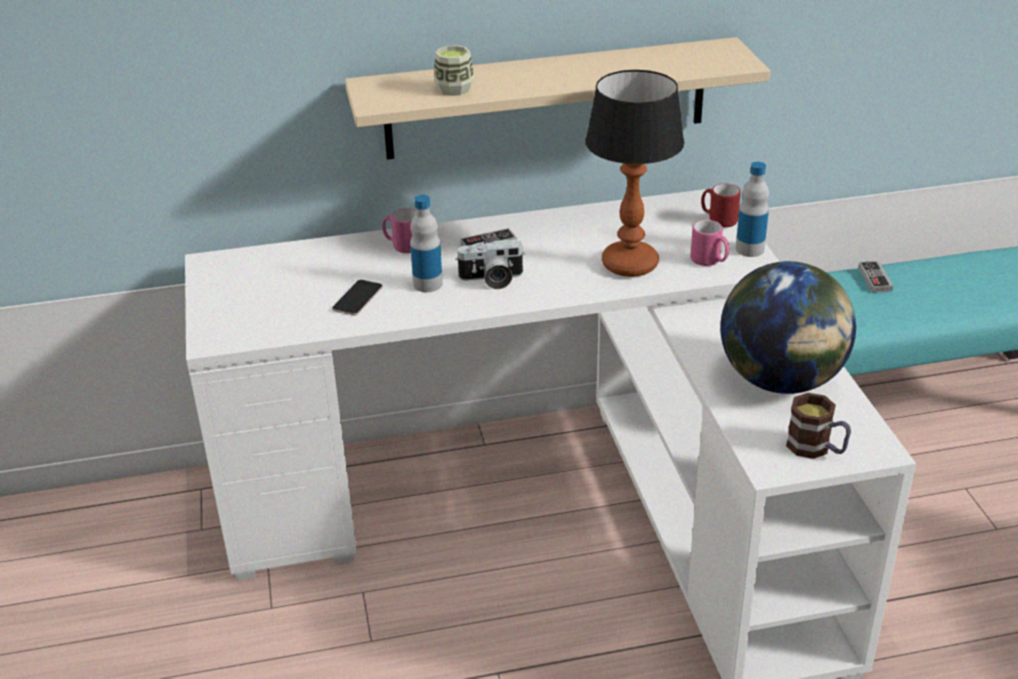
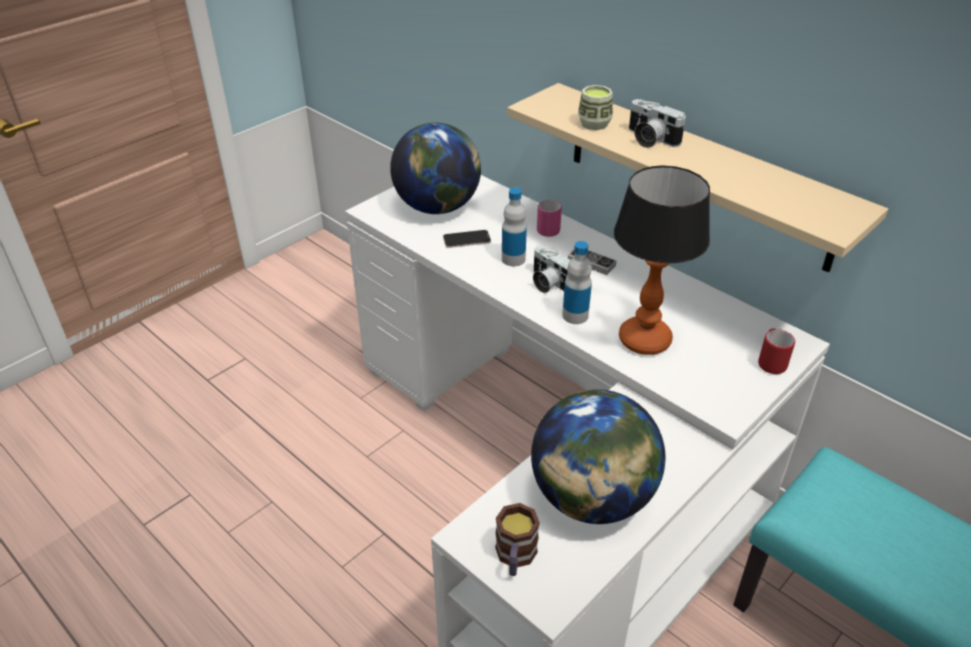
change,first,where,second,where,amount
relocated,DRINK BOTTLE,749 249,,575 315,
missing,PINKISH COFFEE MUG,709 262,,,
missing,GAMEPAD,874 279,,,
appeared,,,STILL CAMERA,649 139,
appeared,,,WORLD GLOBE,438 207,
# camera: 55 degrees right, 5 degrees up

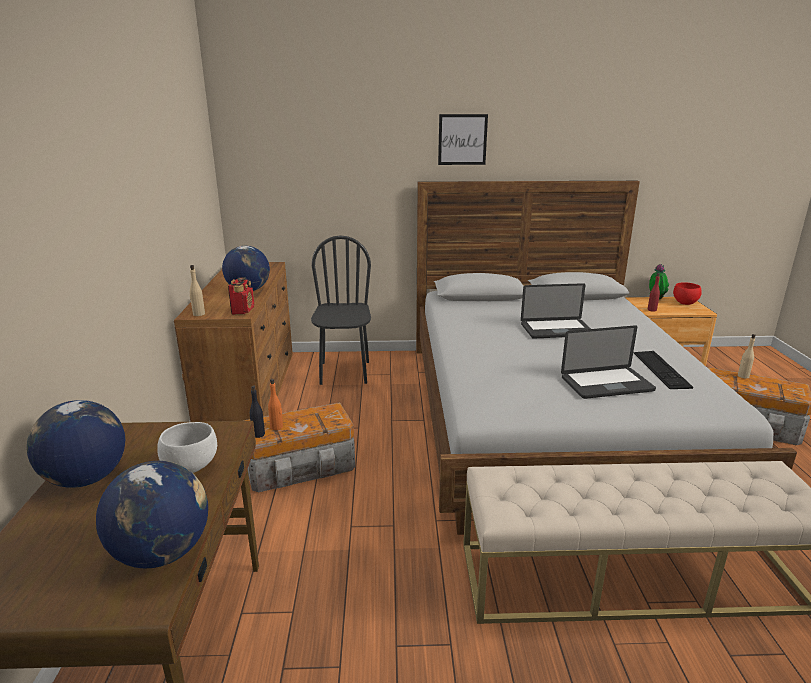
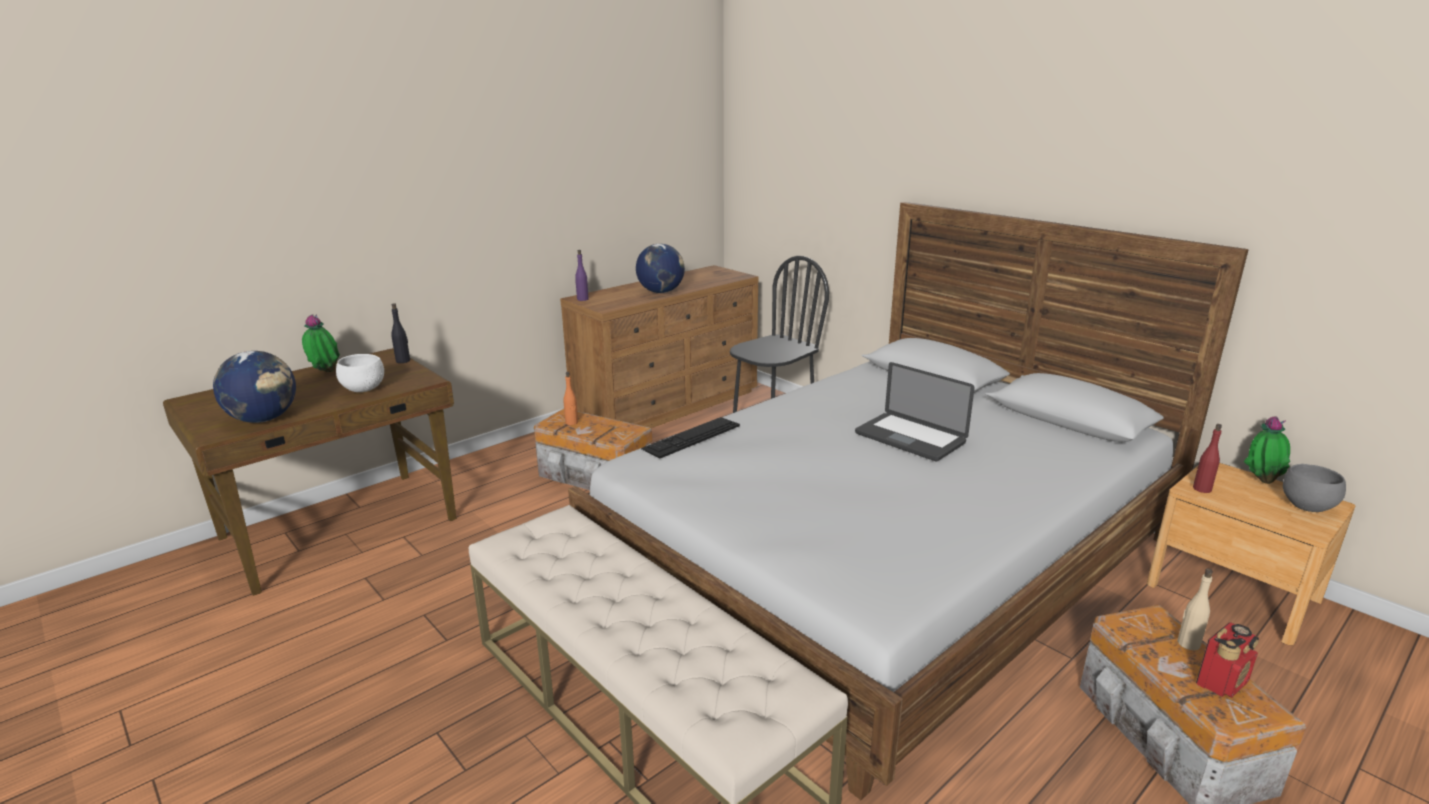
change,first,where,second,where,amount
missing,PICTURE,462 139,,,
colour,SAND-COLOURED DRINK BOTTLE,198 314,PURPLISH DRINK BOTTLE,582 299,
relocated,RADIO SET,243 310,,1222 682,
colour,RED BOWL,684 303,GREY BOWL,1305 506,
missing,NOTEBOOK COMPUTER,606 384,,,
relocated,PC KEYBOARD,661 369,,691 437,
relocated,BLACK DRINK BOTTLE,258 434,,403 361,
exchanged,WORLD GLOBE,86 479,PLANT IN A POT,325 372,
# camera: 50 degrees right, 0 degrees up

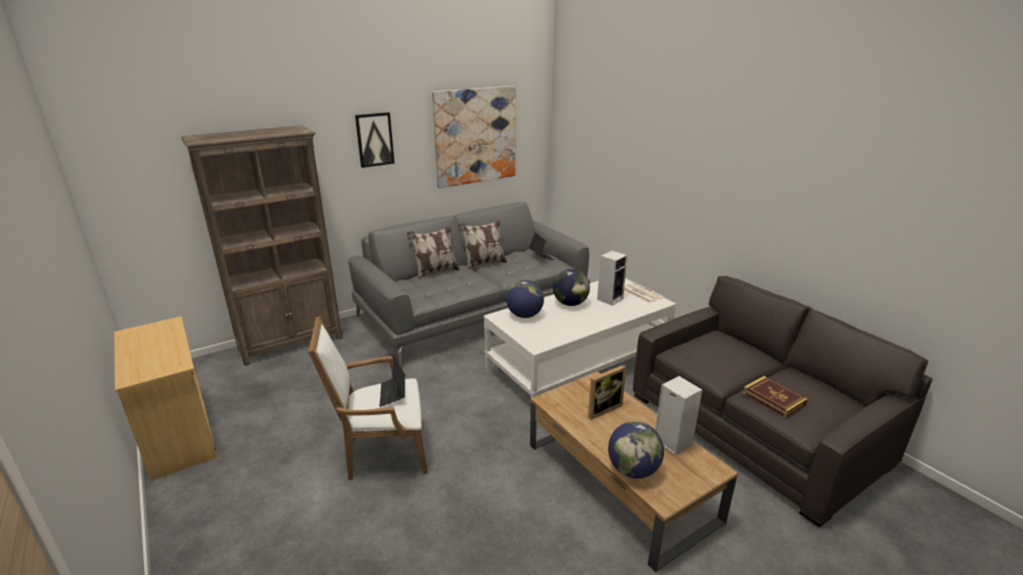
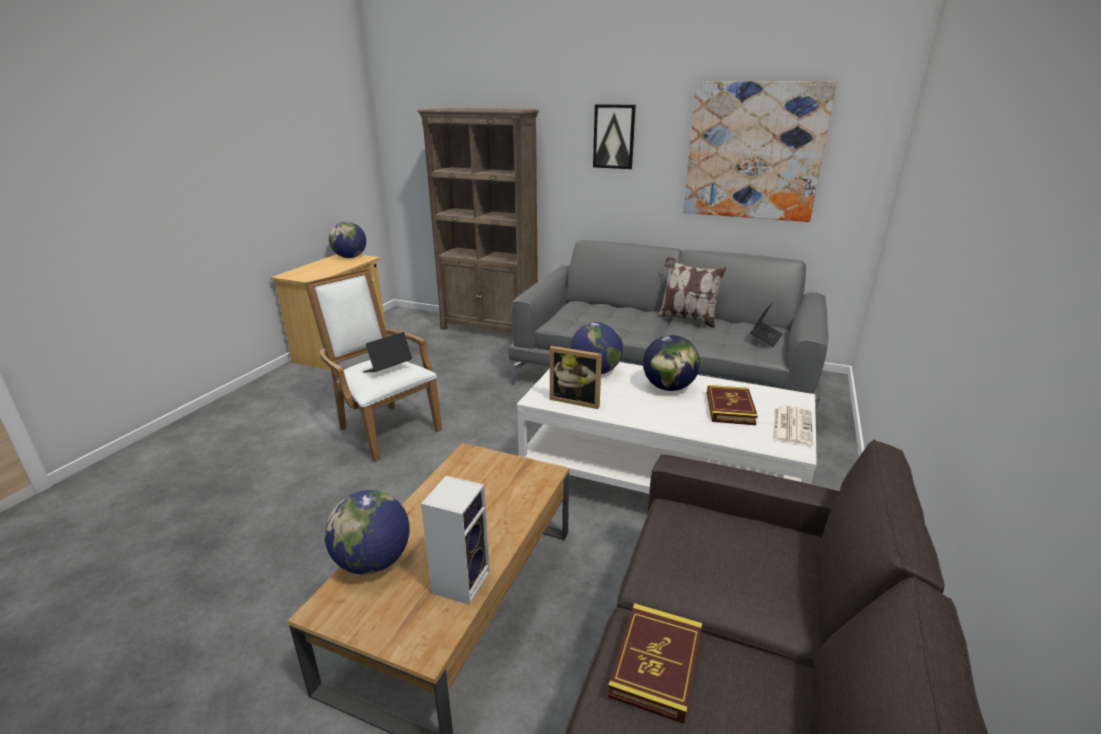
change,first,where,second,where,amount
missing,PILLOW,435 272,,,
exchanged,SPEAKER,610 298,VOLUME,730 408,
relocated,PICTURE FRAME,602 408,,576 400,
appeared,,,WORLD GLOBE,350 257,
# camera: 55 degrees right, 0 degrees up

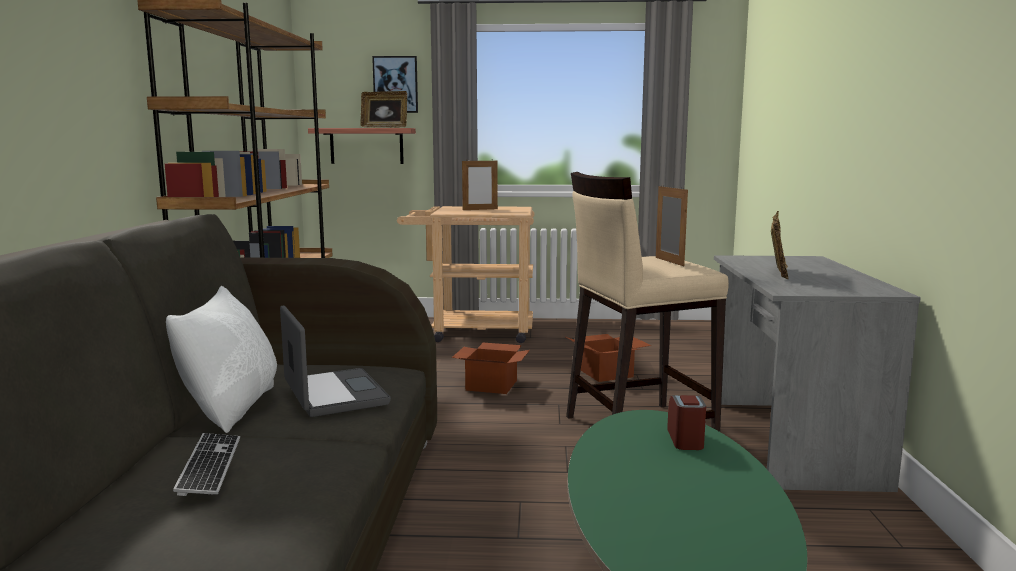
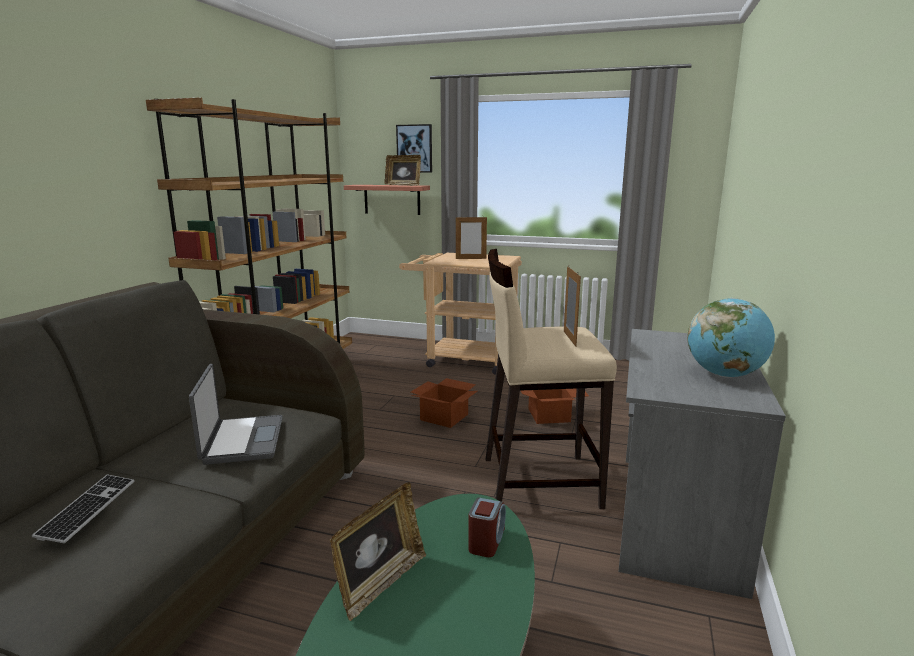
change,first,where,second,where,amount
relocated,PICTURE FRAME,777 274,,380 583,
missing,WHITISH PILLOW,231 409,,,
appeared,,,WORLD GLOBE,725 375,
# camera: 15 degrees right, 5 degrees up

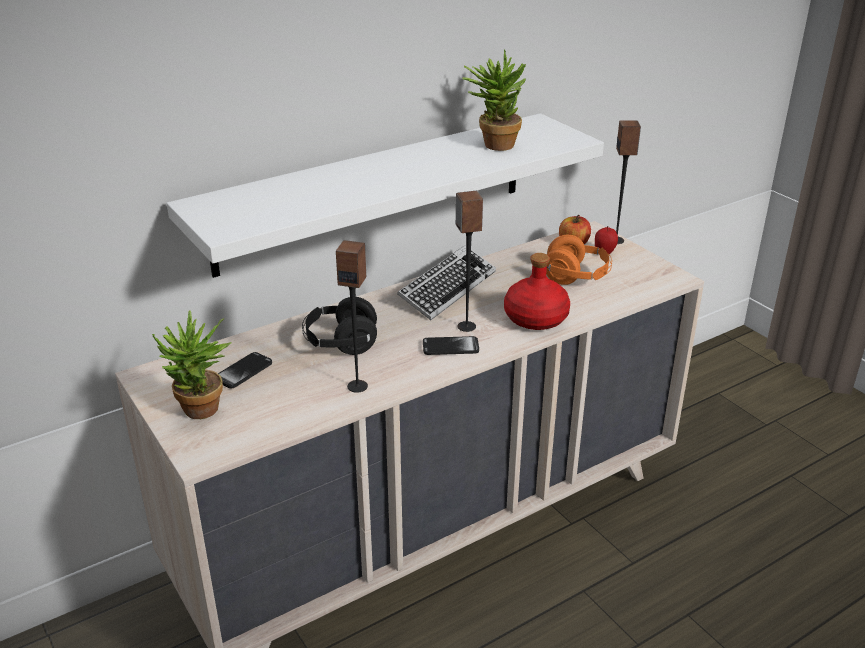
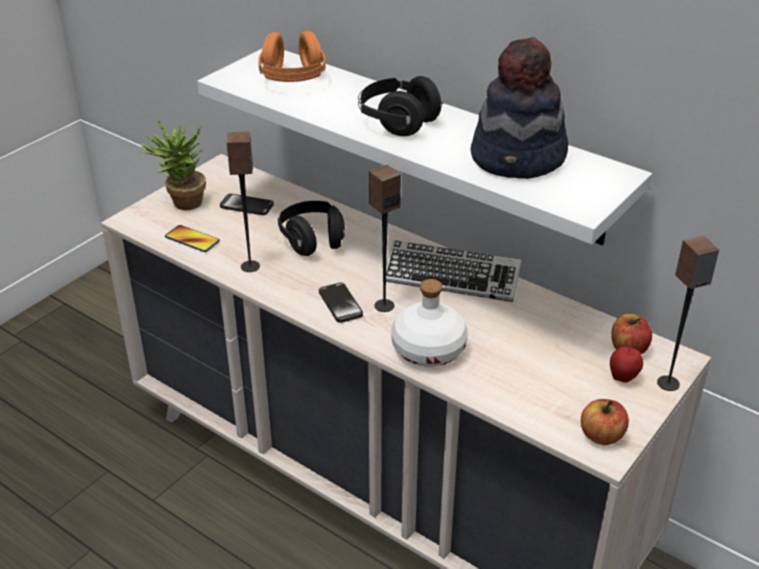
change,first,where,second,where,amount
exchanged,PLANT IN A POT,493 144,WEARABLE HAT,519 158,
relocated,ORANGE-COLOURED PAIR OF HEADPHONES,576 277,,293 80,
colour,RED DRINK BOTTLE,536 318,WHITISH DRINK BOTTLE,429 349,
appeared,,,BLACK PAIR OF HEADPHONES,397 122,
appeared,,,TELEPHONE,192 239,
appeared,,,WHOLE APPLE,601 436,
# camera: 70 degrees right, 5 degrees up

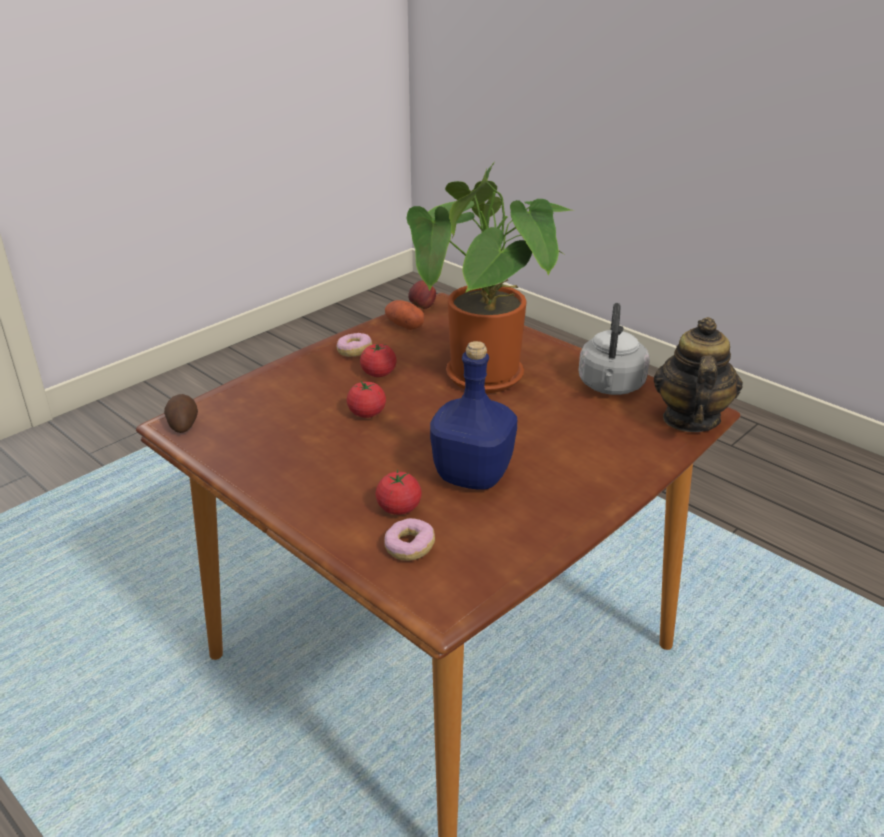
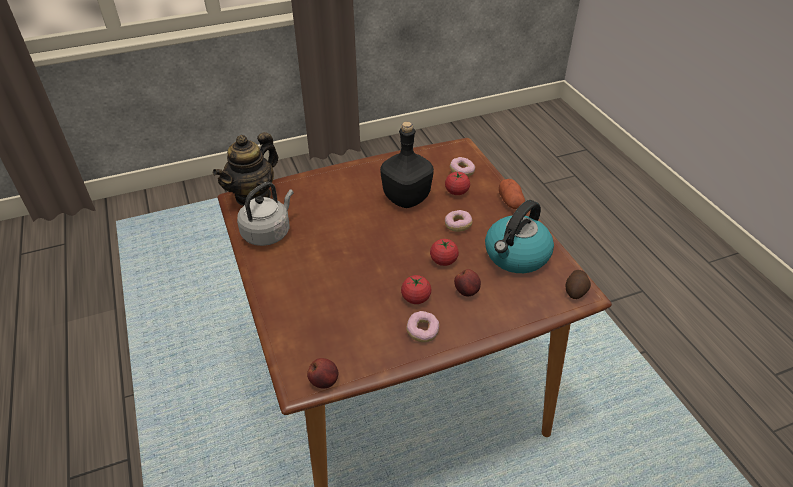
change,first,where,second,where,amount
missing,PLANT IN A POT,489 381,,,
relocated,SPUD,404 325,,510 201,
colour,BLUE-COLOURED DRINK BOTTLE,472 476,BLACK DRINK BOTTLE,407 198,
appeared,,,TEA KETTLE,516 256,
appeared,,,RING DOUGHNUT,458 225,
appeared,,,WHOLE APPLE,467 292,
# camera: 155 degrees left, 10 degrees up

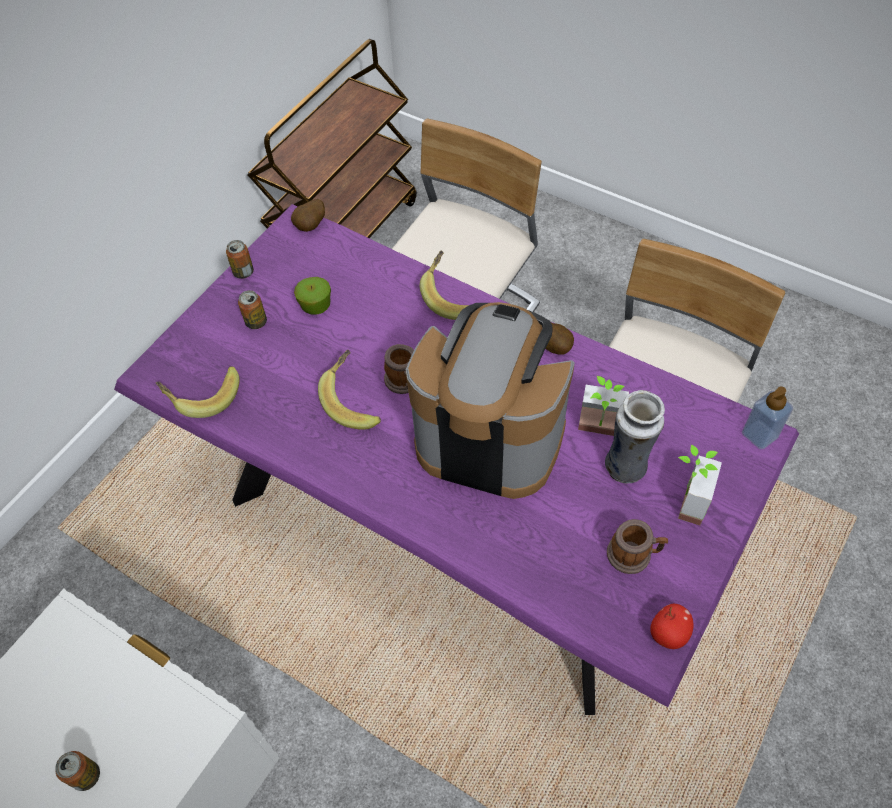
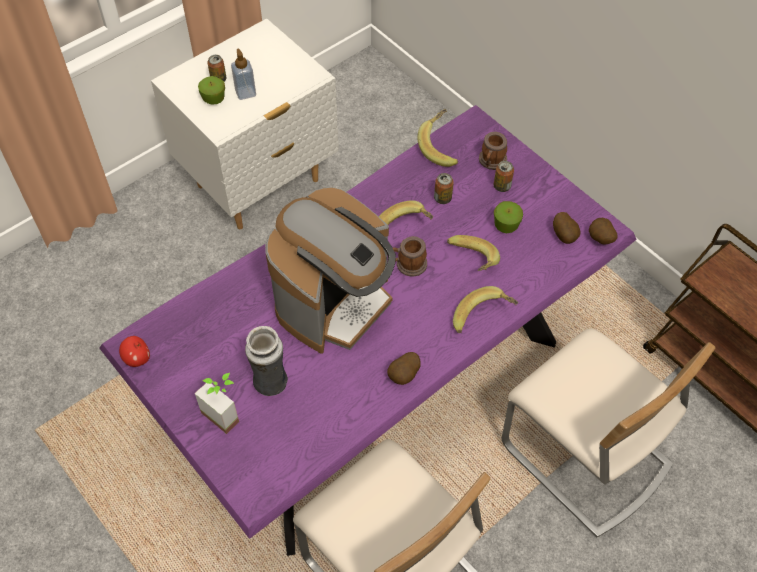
change,first,where,second,where,amount
relocated,CAN,243 272,,442 198,
missing,PLANT IN A POT,599 432,,,
relocated,SOAP BOTTLE,759 435,,245 92,
relocated,COFFEE MUG,633 554,,491 162,
appeared,,,WHOLE APPLE,214 99,
appeared,,,SPUD,565 236,
appeared,,,BANANA FRUIT,470 263,
# camera: 105 degrees right, 0 degrees up

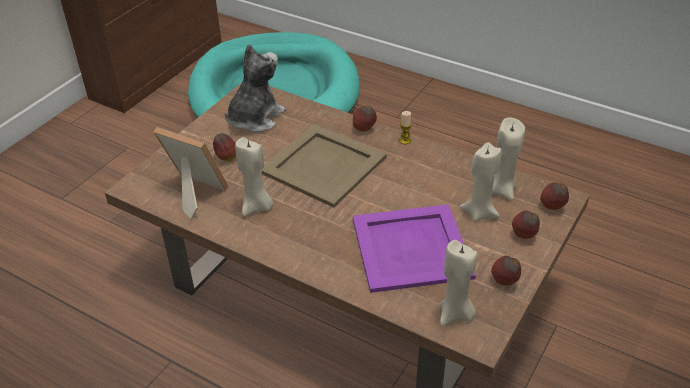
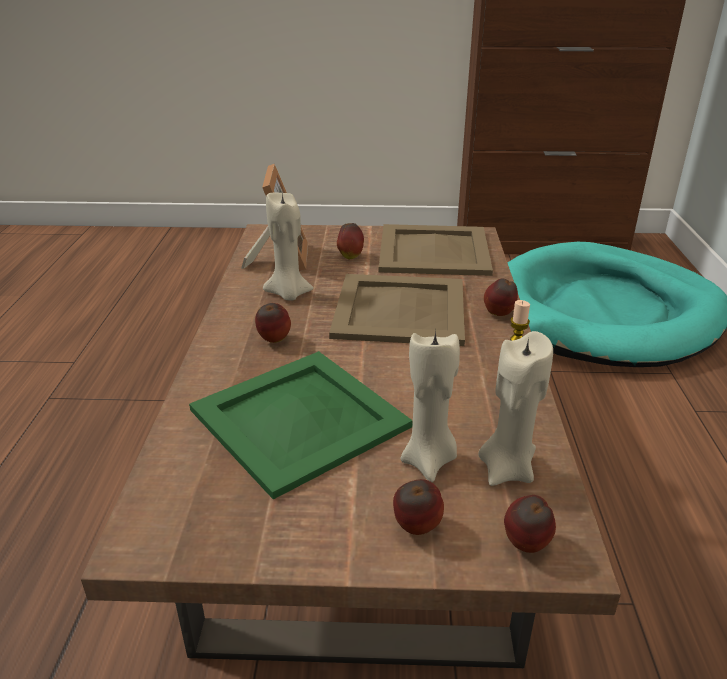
change,first,where,second,where,amount
exchanged,CUDDLY TOY,254 118,SAND-COLOURED TRAY,432 250,
colour,PURPLISH TRAY,412 248,GREEN-COLOURED TRAY,298 420,
missing,SAND-COLOURED WAX LIGHT,455 314,,,
relocated,WHOLE APPLE,504 282,,274 341,
# camera: 60 degrees right, 10 degrees down

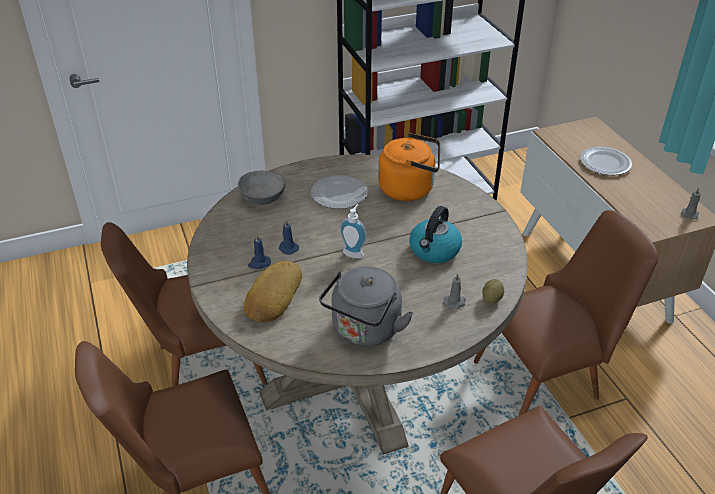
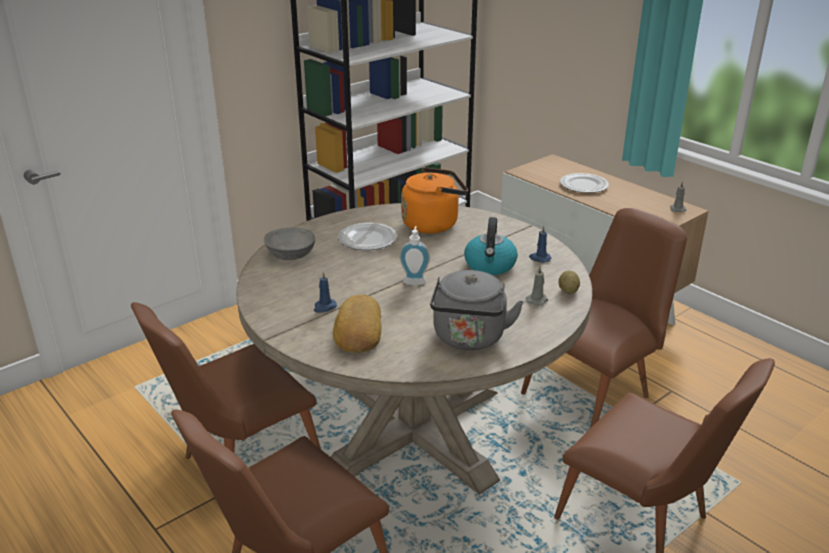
change,first,where,second,where,amount
relocated,BLUE-COLOURED WAX LIGHT,288 248,,539 258,
# camera: 20 degrees left, 10 degrees down

